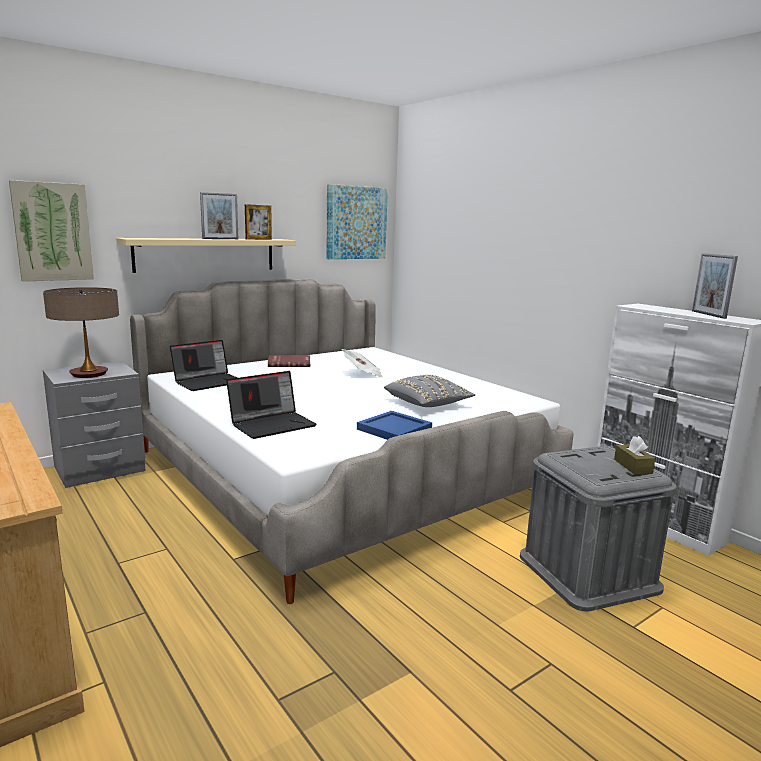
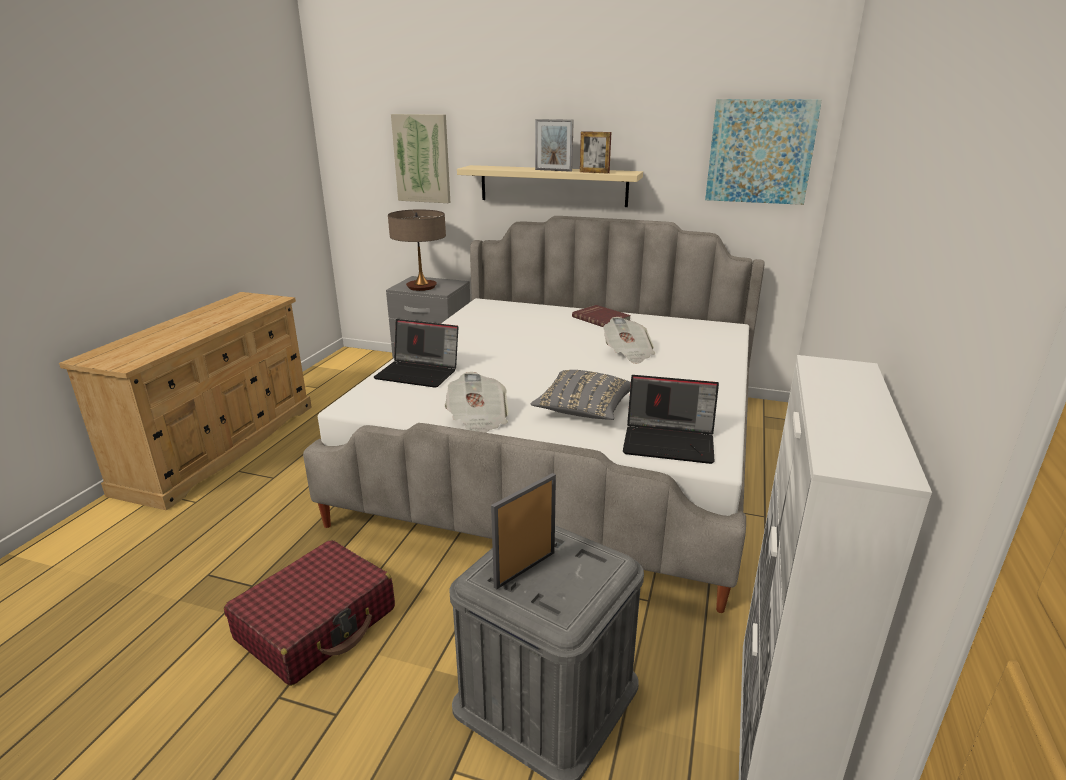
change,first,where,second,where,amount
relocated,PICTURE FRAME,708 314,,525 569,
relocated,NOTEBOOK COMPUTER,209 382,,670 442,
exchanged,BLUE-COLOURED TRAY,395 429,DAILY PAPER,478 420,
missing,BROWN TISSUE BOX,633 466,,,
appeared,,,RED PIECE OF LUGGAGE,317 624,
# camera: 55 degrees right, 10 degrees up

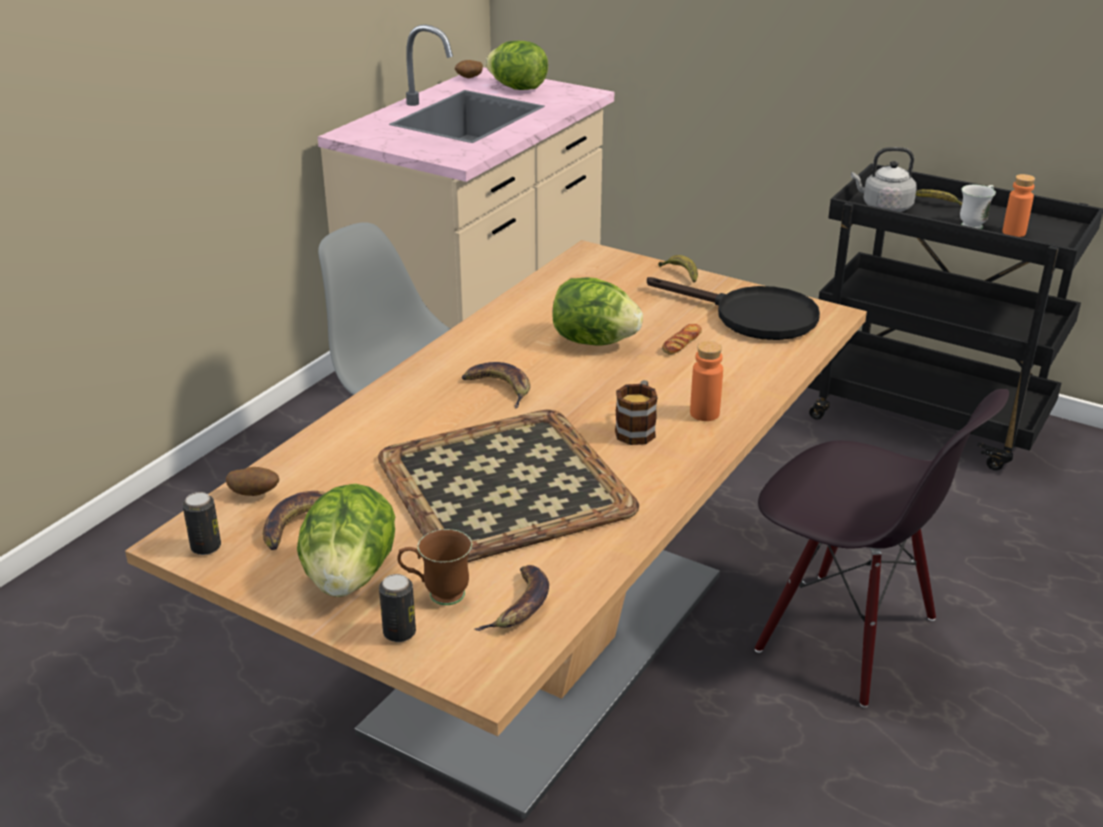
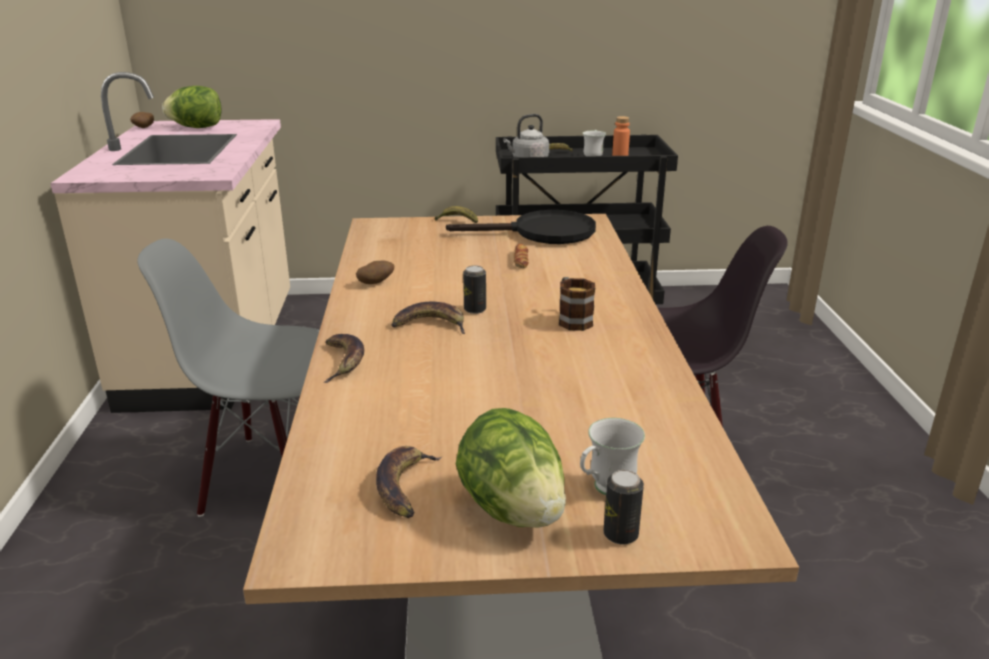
change,first,where,second,where,amount
missing,LETTUCE HEAD,594 341,,,
missing,ORANGE-COLOURED DRINK BOTTLE,704 413,,,
missing,TRAY,502 484,,,
relocated,SPUD,255 494,,376 283,
relocated,CAN,206 547,,475 309,
colour,BROWN COFFEE MUG,437 595,WHITISH COFFEE MUG,605 490,
relocated,BANANA FRUIT,520 606,,343 361,
# camera: 35 degrees left, 5 degrees down

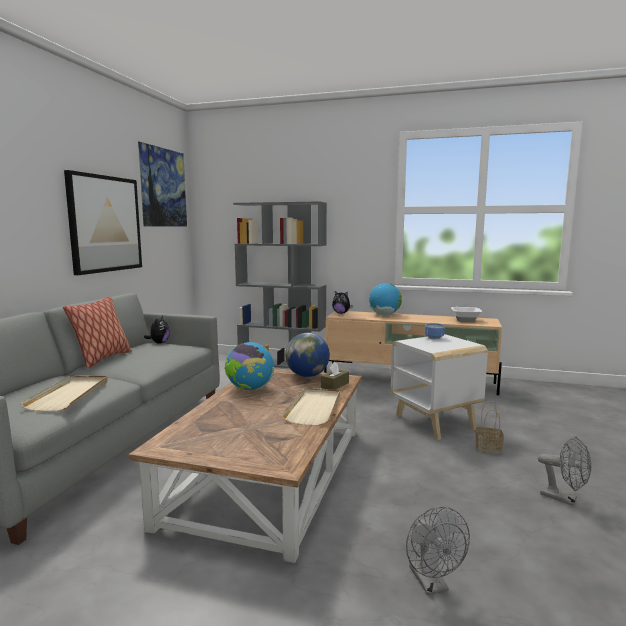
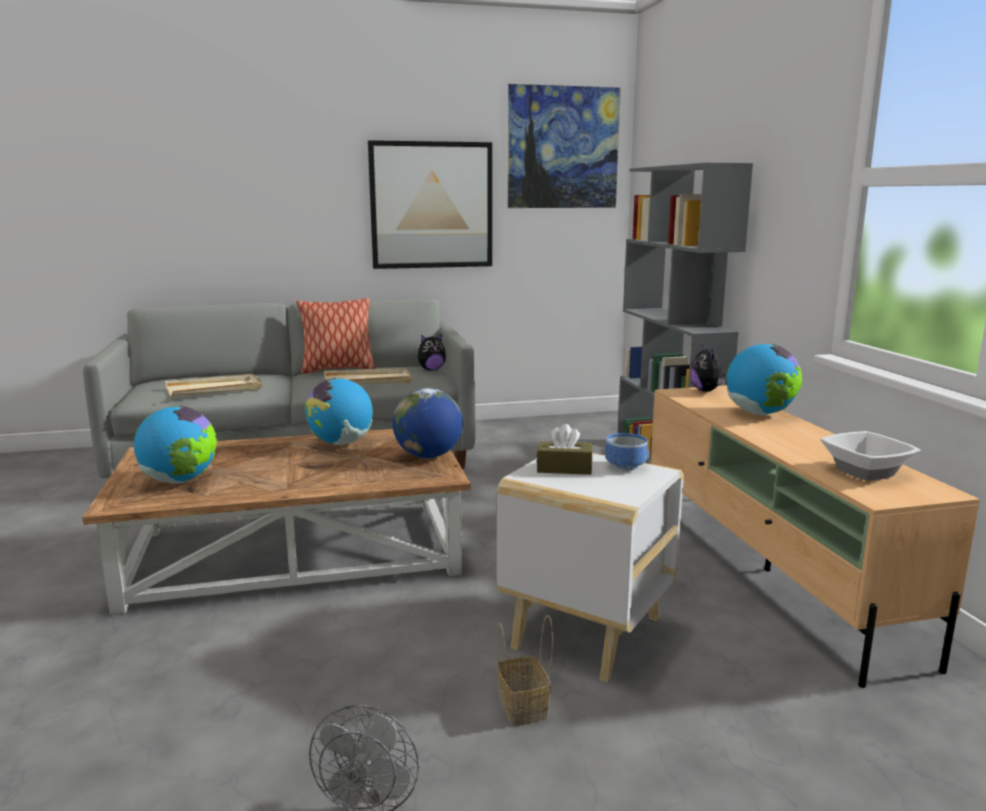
change,first,where,second,where,amount
relocated,BROWN TISSUE BOX,335 385,,564 468,
relocated,SAND-COLOURED TRAY,314 408,,368 380,
missing,GREY ELECTRIC FAN,432 584,,,
appeared,,,WORLD GLOBE,180 481,
# camera: 60 degrees right, 5 degrees up

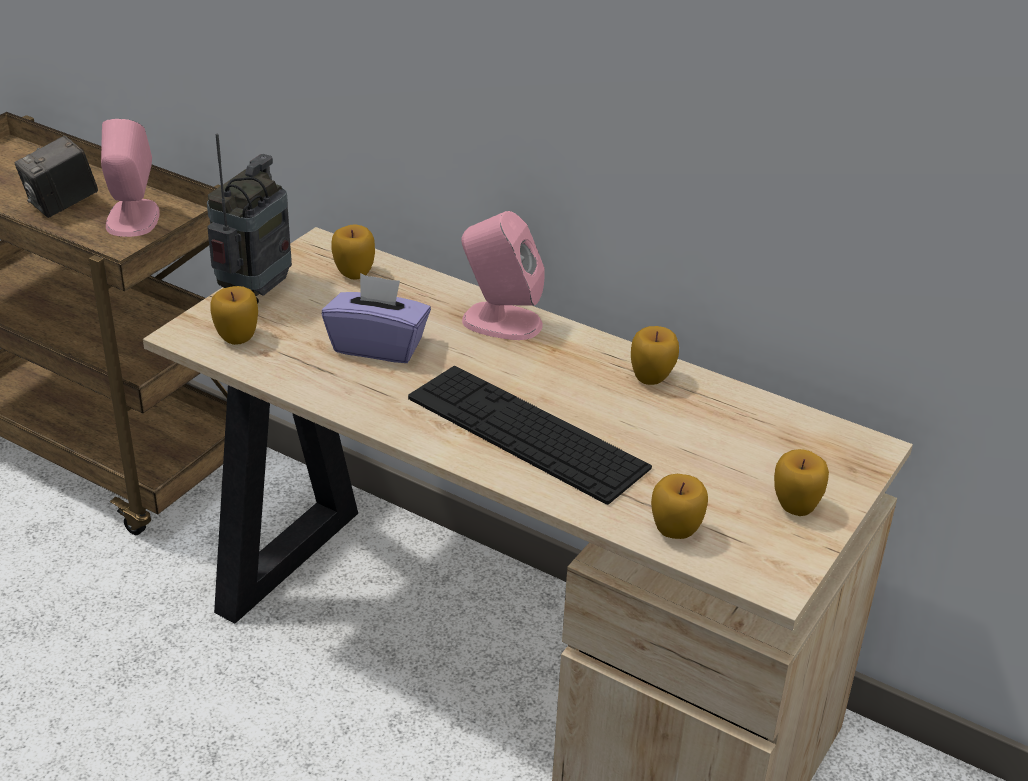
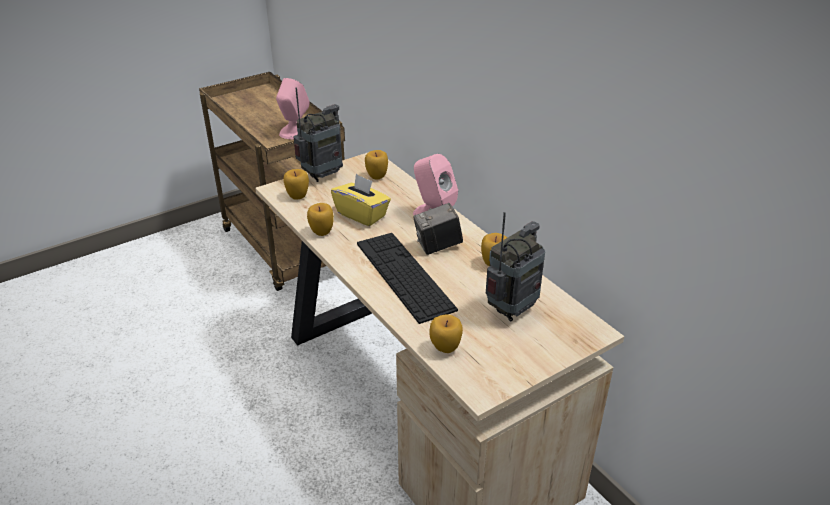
change,first,where,second,where,amount
relocated,STILL CAMERA,61 205,,438 246,
colour,PURPLISH TISSUE BOX,378 346,YELLOW-COLOURED TISSUE BOX,362 214,
relocated,WHOLE APPLE,795 507,,321 232,
appeared,,,RADIO SET,511 310,
# camera: 25 degrees right, 0 degrees up

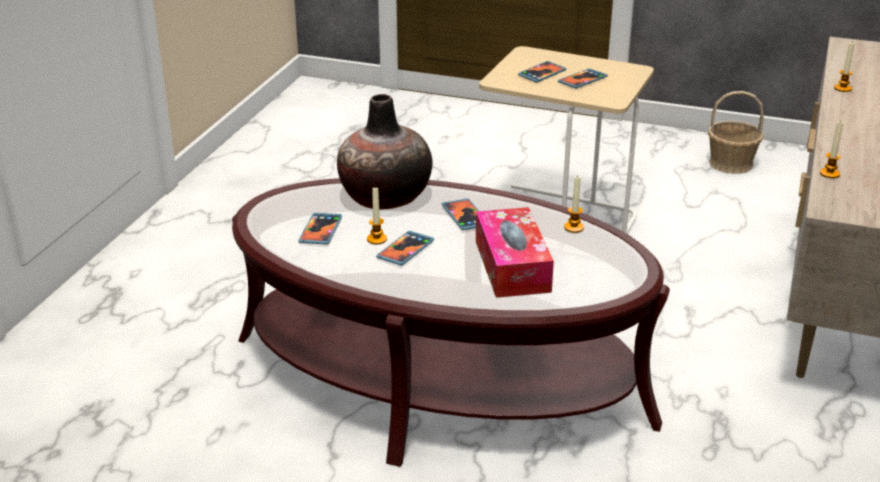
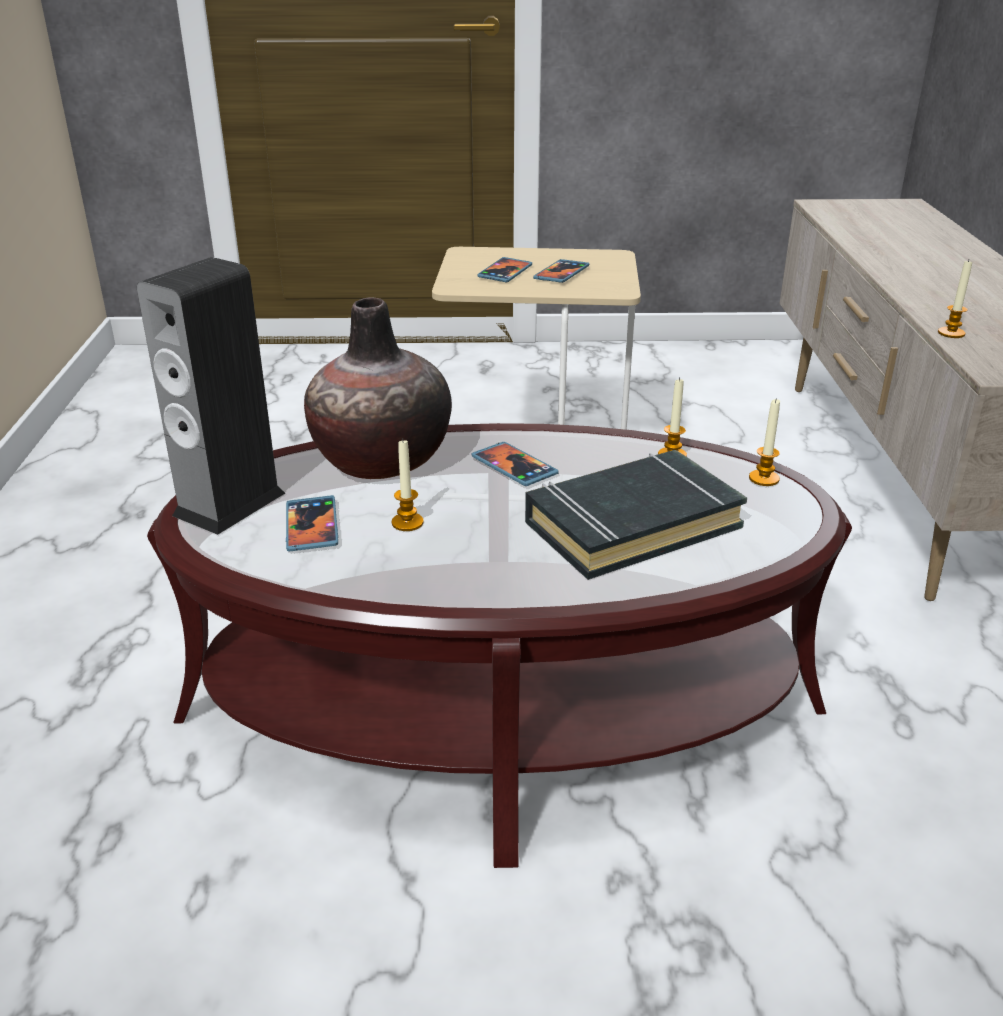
change,first,where,second,where,amount
relocated,WAX LIGHT,842 88,,764 478,
missing,HOUSEHOLD BASKET,731 163,,,
exchanged,TISSUE BOX,512 266,BLACK VOLUME,631 524,
missing,TELEPHONE,405 250,,,
appeared,,,SPEAKER,229 504,
# camera: 20 degrees left, 0 degrees up

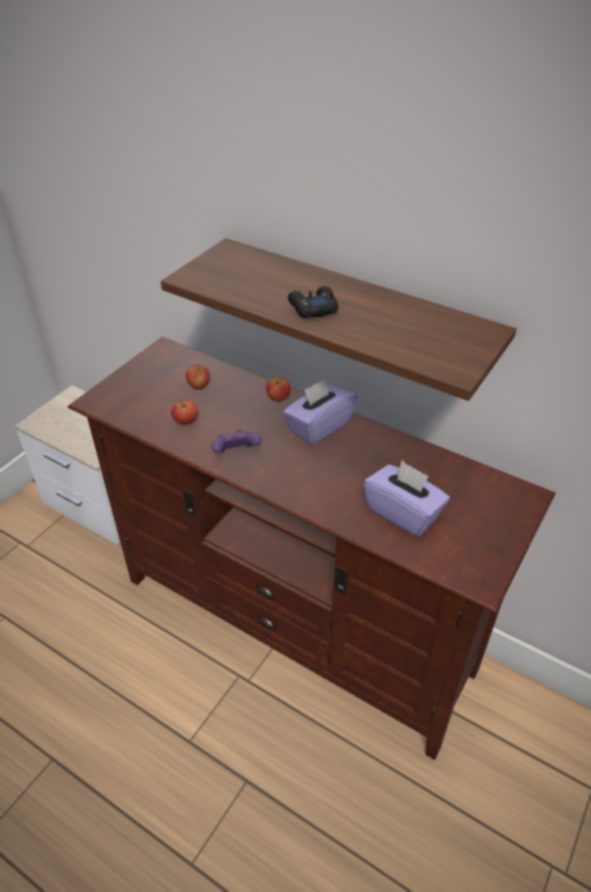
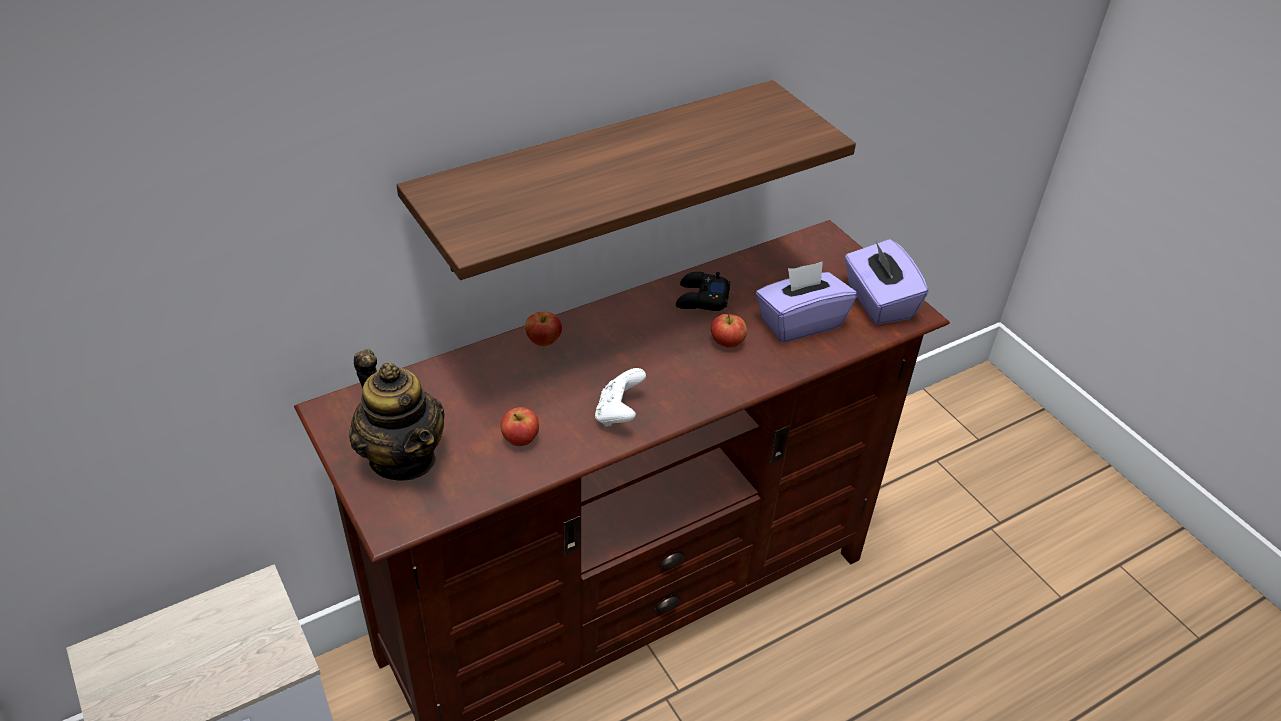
change,first,where,second,where,amount
relocated,BLACK GAMEPAD,312 308,,701 299,
relocated,WHOLE APPLE,198 386,,727 343,
relocated,PURPLISH TISSUE BOX,318 426,,878 302,
colour,PURPLISH GAMEPAD,236 453,WHITISH GAMEPAD,618 414,
appeared,,,TEAPOT,403 457,
# camera: 65 degrees left, 0 degrees up

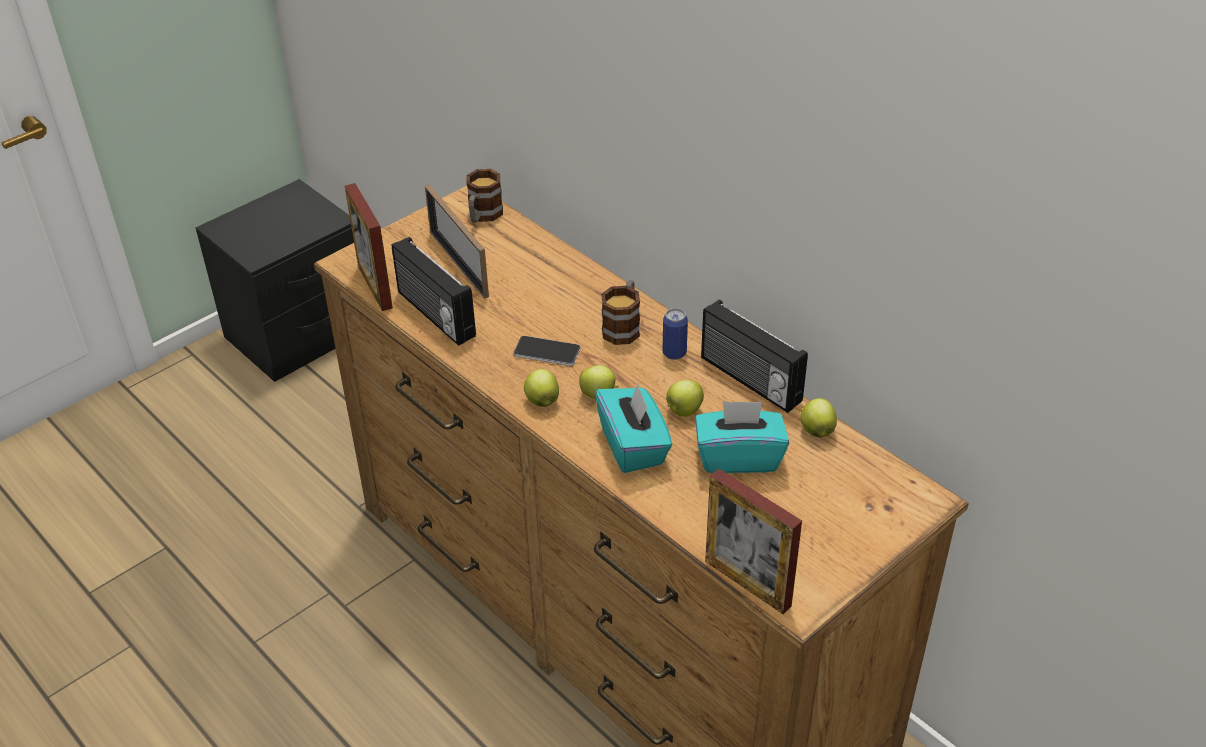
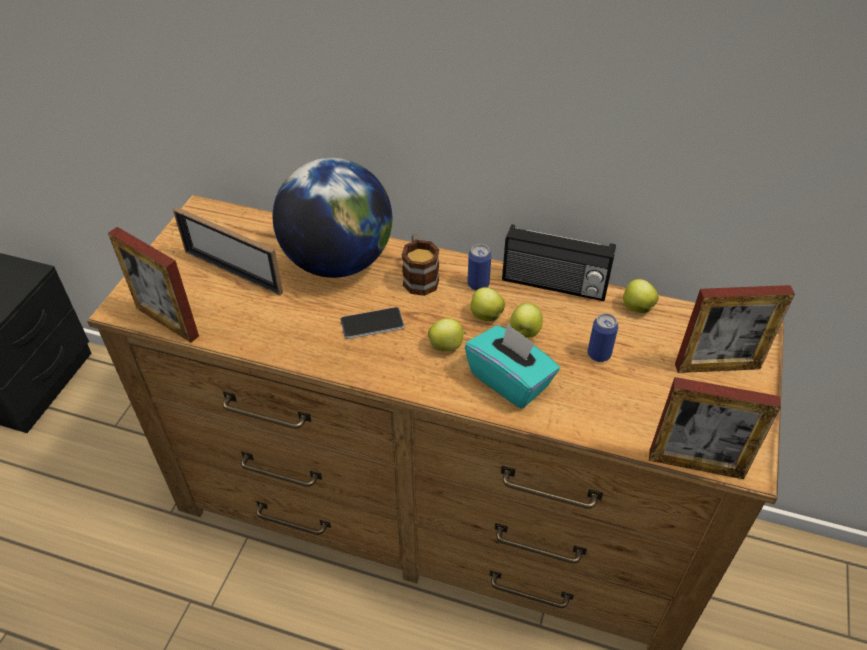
change,first,where,second,where,amount
missing,COFFEE MUG,483 216,,,
missing,RADIO SET,434 315,,,
relocated,WHOLE APPLE,542 400,,485 315,
exchanged,TURQUOISE-COLOURED TISSUE BOX,739 457,CAN,599 354,
appeared,,,WORLD GLOBE,338 262,
appeared,,,PICTURE FRAME,717 366,
# camera: 30 degrees left, 5 degrees up

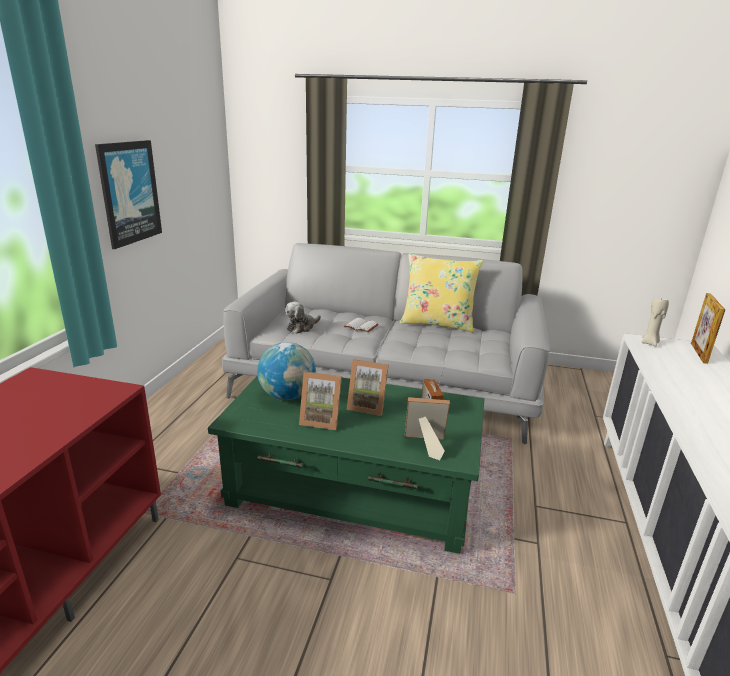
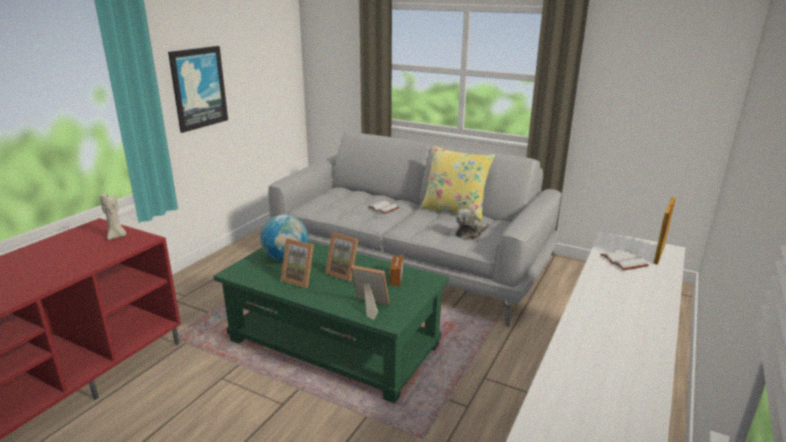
change,first,where,second,where,amount
relocated,SAND-COLOURED WAX LIGHT,650 343,,117 236,
relocated,CUDDLY TOY,302 327,,470 233,
appeared,,,WHITISH VOLUME,622 261,
# camera: 15 degrees right, 0 degrees up

